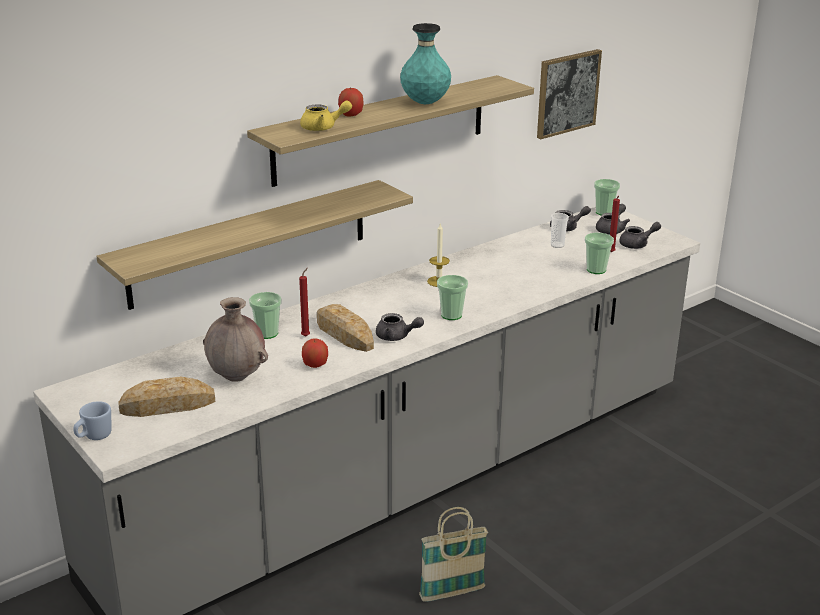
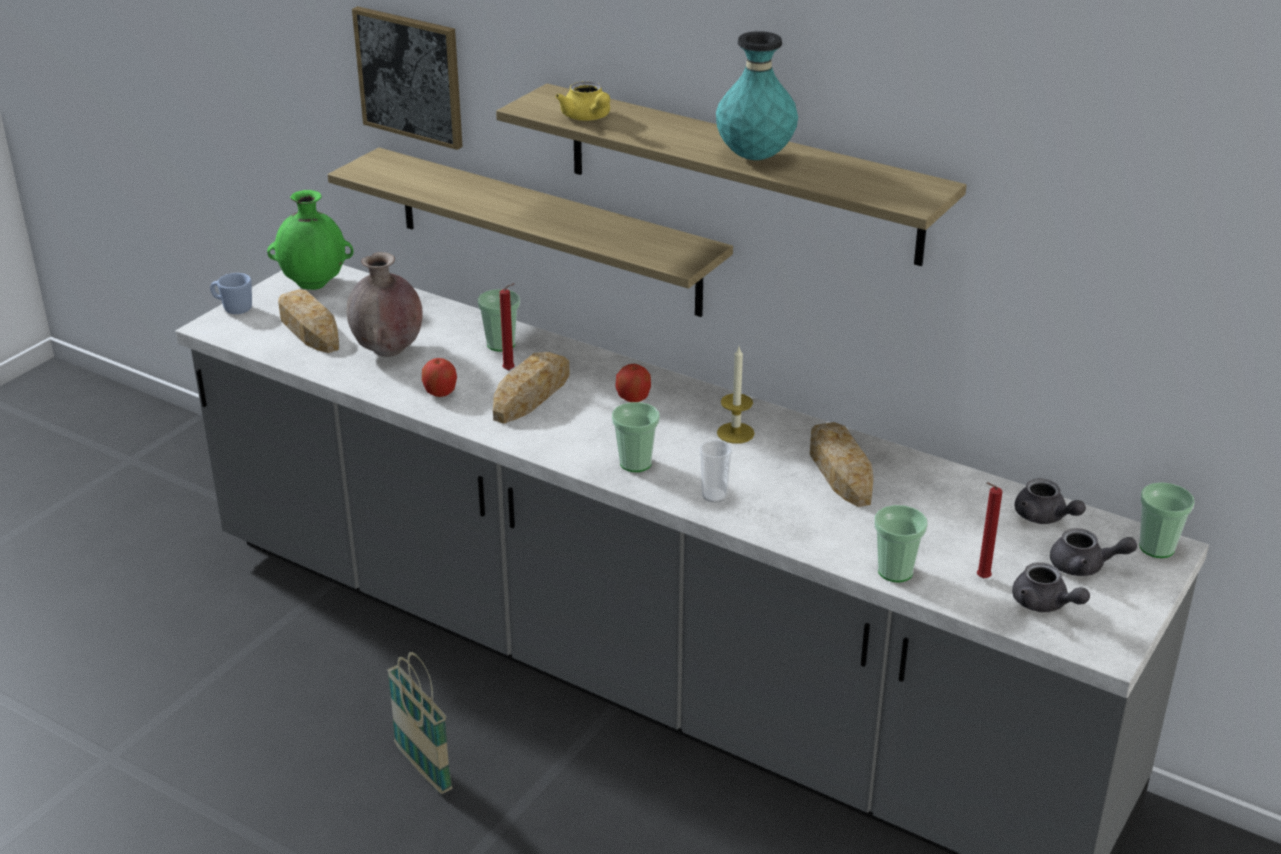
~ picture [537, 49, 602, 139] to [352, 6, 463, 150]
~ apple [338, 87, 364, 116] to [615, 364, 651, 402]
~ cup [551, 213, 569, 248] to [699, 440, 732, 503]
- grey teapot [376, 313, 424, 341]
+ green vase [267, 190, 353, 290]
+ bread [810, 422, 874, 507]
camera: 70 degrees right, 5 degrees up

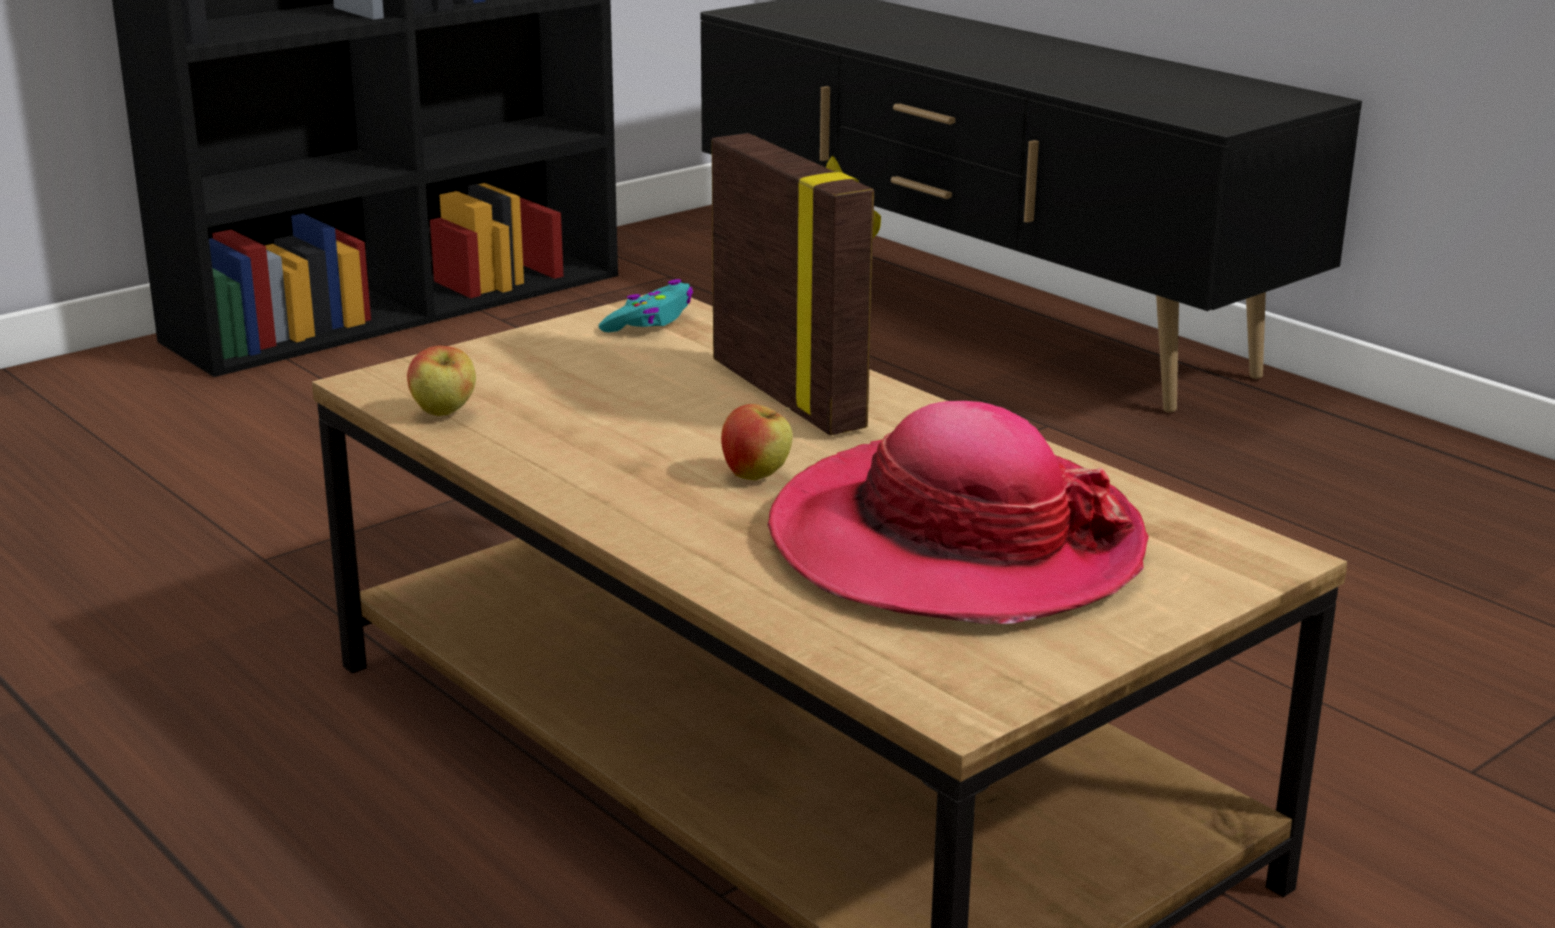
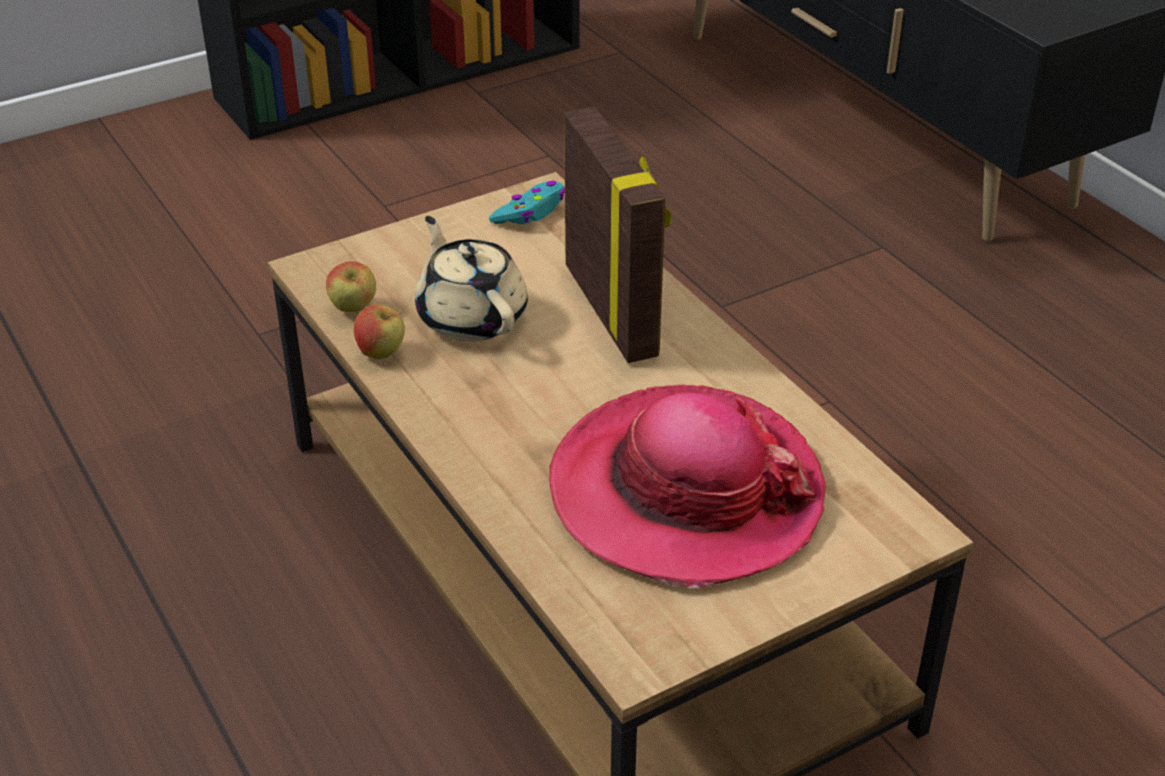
~ apple [721, 404, 793, 481] to [354, 304, 405, 359]
+ beige teapot [415, 216, 528, 342]
camera: 10 degrees right, 15 degrees up

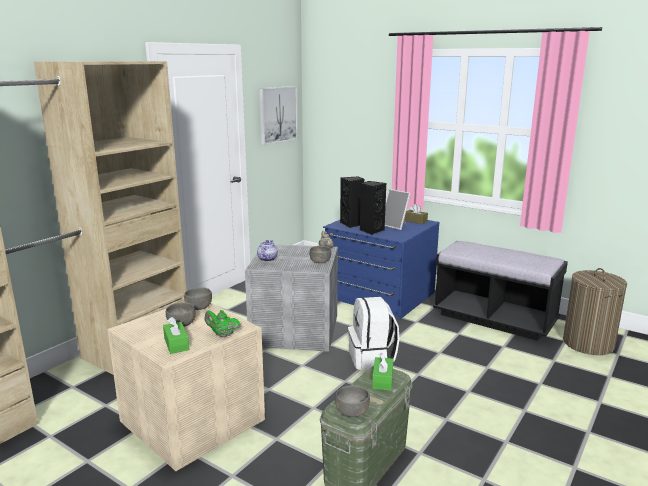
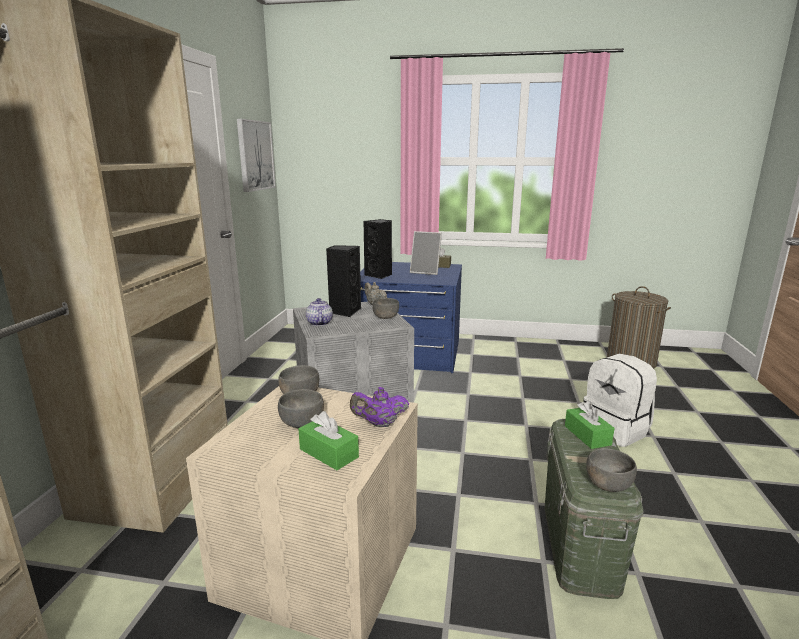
~ black speaker [360, 181, 386, 235] to [326, 245, 361, 317]
- black bench [433, 241, 568, 341]
~ white backpack [348, 297, 399, 370] to [583, 354, 657, 447]
~ green teapot [205, 310, 241, 337] to purple teapot [350, 387, 409, 427]
camera: 25 degrees left, 0 degrees up

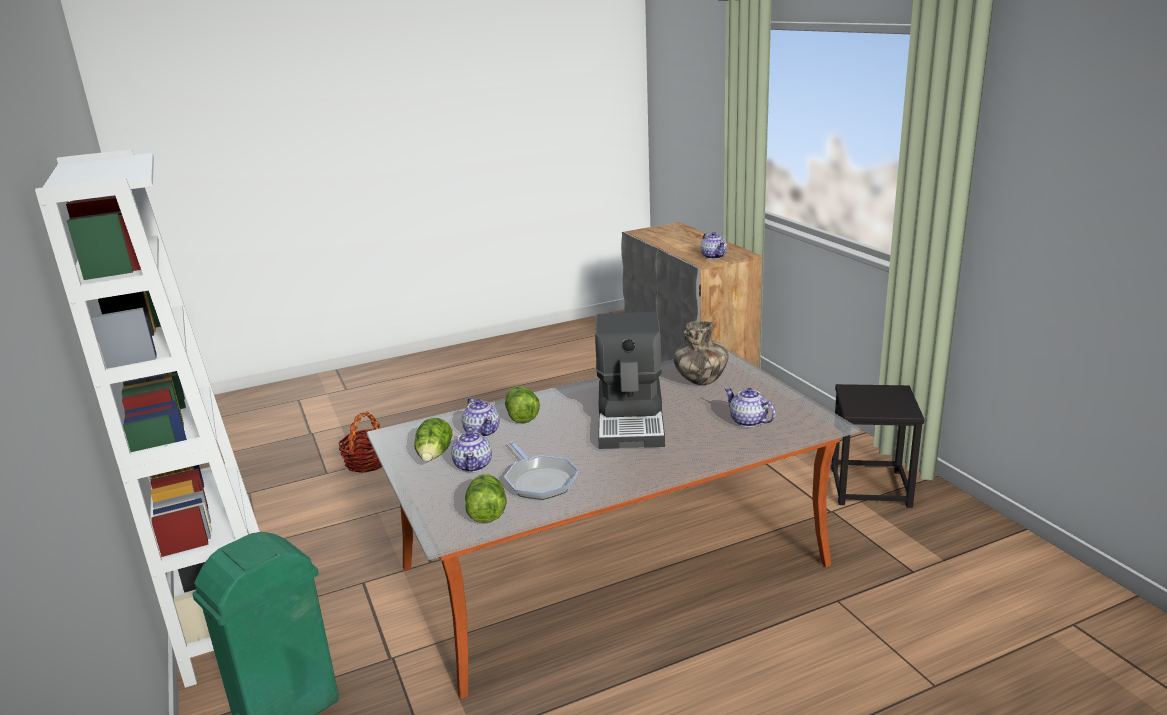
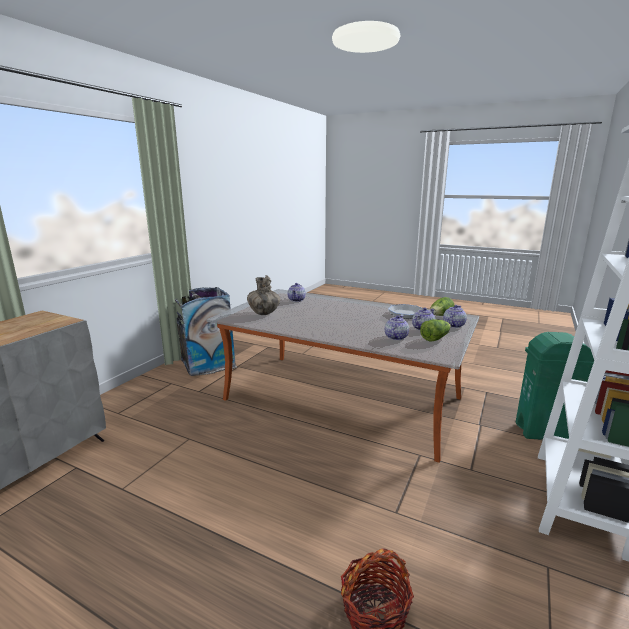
~ teapot [701, 232, 727, 259] to [443, 305, 467, 328]
- coffee machine [595, 312, 665, 449]
~ black stool [831, 384, 925, 508] to trash can [175, 287, 237, 376]
- lettuce [505, 386, 540, 423]
camera: 130 degrees left, 5 degrees down

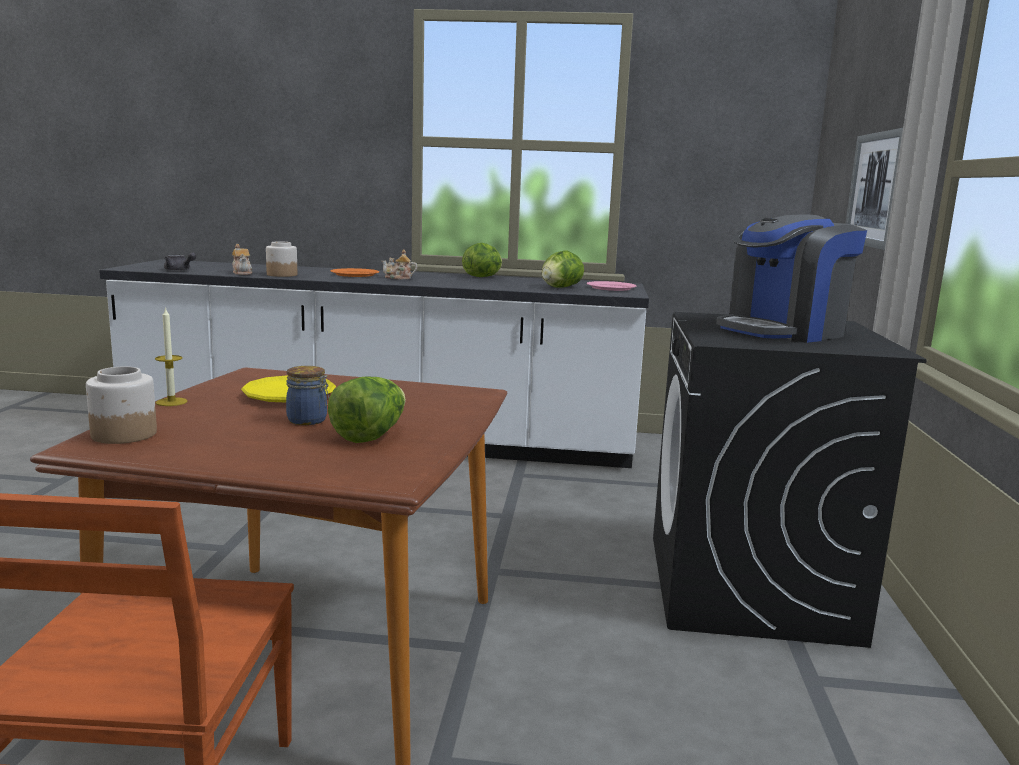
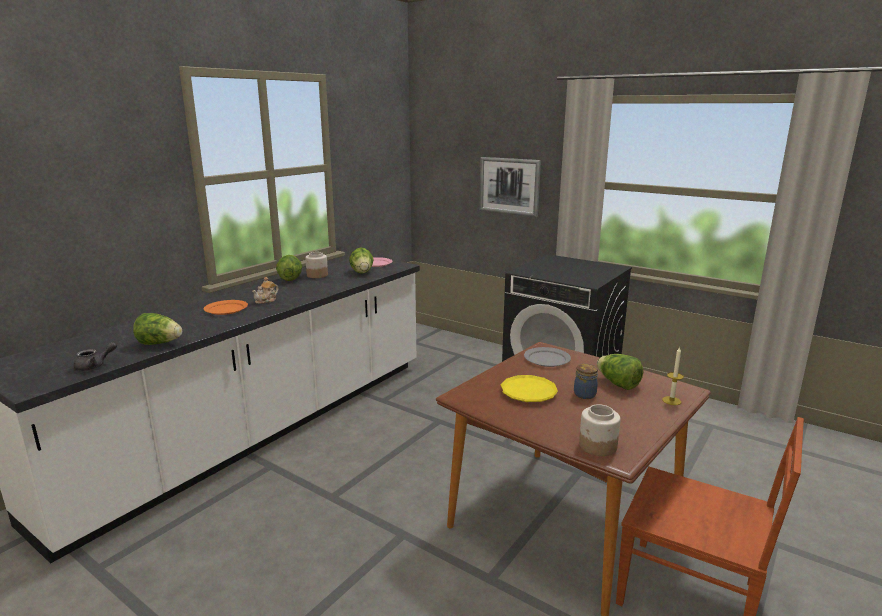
- coffee machine [716, 215, 867, 343]
~ jar [266, 242, 297, 277] to [305, 252, 328, 278]
~ teapot [232, 244, 253, 275] to lettuce [133, 313, 182, 345]
~ candle [155, 307, 188, 406] to [662, 347, 684, 405]
+ grey plate [524, 347, 571, 367]
camera: 60 degrees left, 5 degrees up

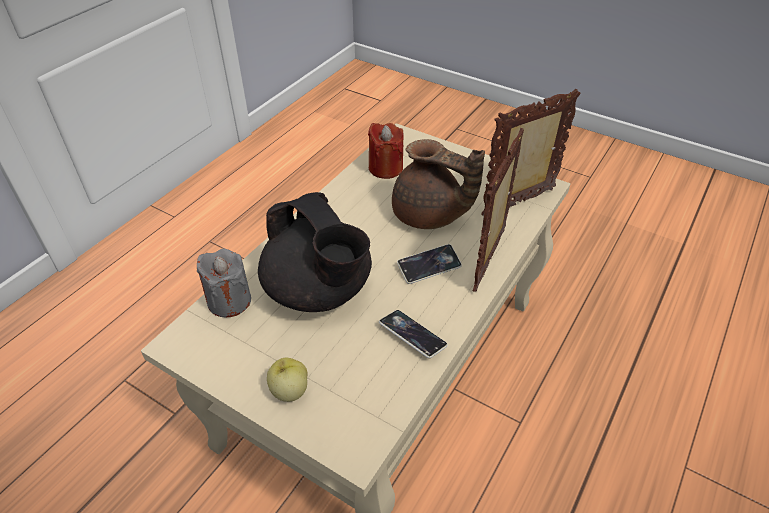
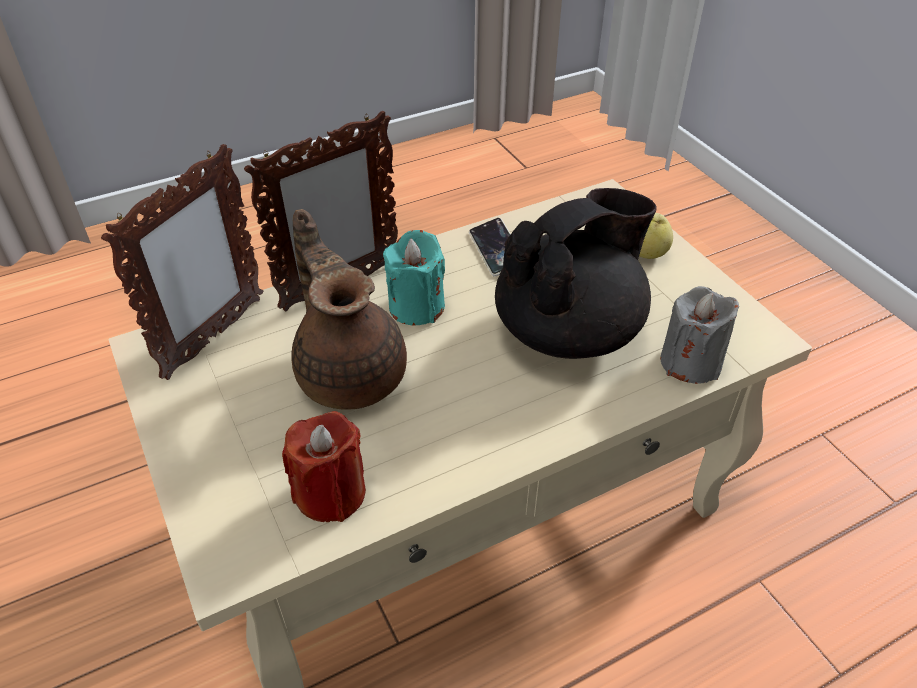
~ picture frame [481, 89, 581, 216] = [101, 144, 263, 380] 60 degrees counterclockwise
~ black teapot [258, 192, 372, 312] = [495, 188, 657, 359] 60 degrees clockwise
~ phone [397, 244, 462, 284] to turquoise candle [383, 230, 445, 325]
camera: 150 degrees left, 0 degrees up

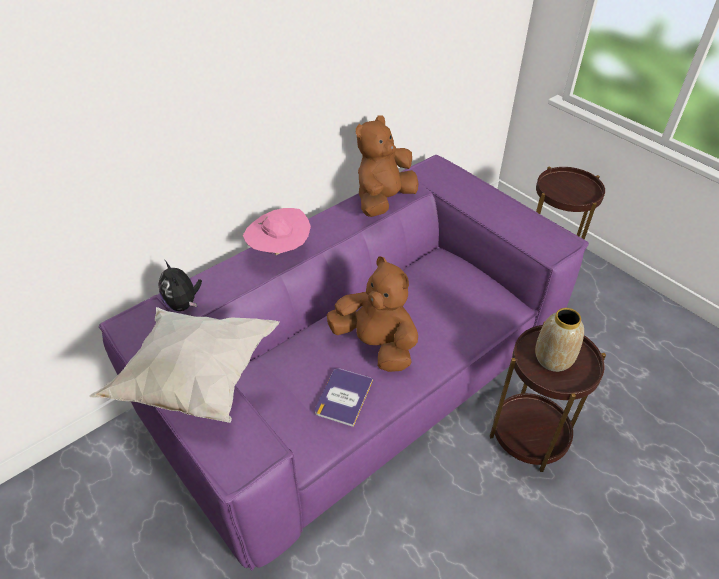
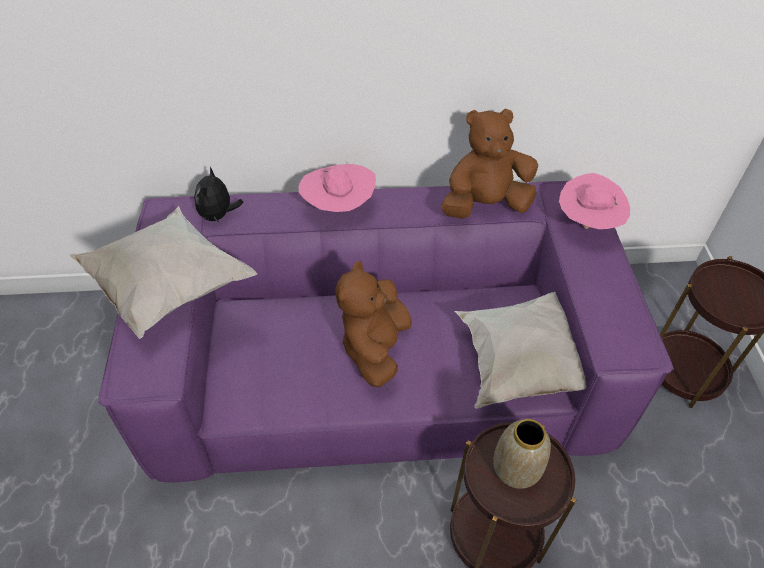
~ brown plush toy [327, 256, 418, 372] = [335, 261, 412, 387] 150 degrees counterclockwise
- book [315, 368, 373, 427]
+ pink hat [559, 173, 630, 229]
+ white pillow [455, 292, 587, 409]
camera: 35 degrees right, 5 degrees up

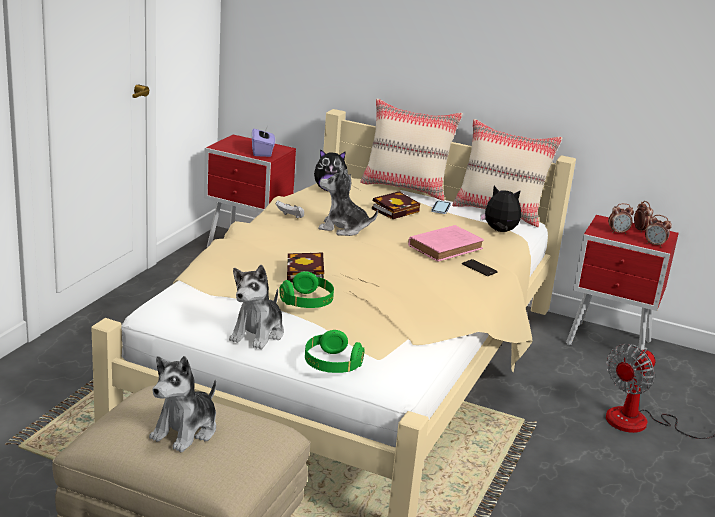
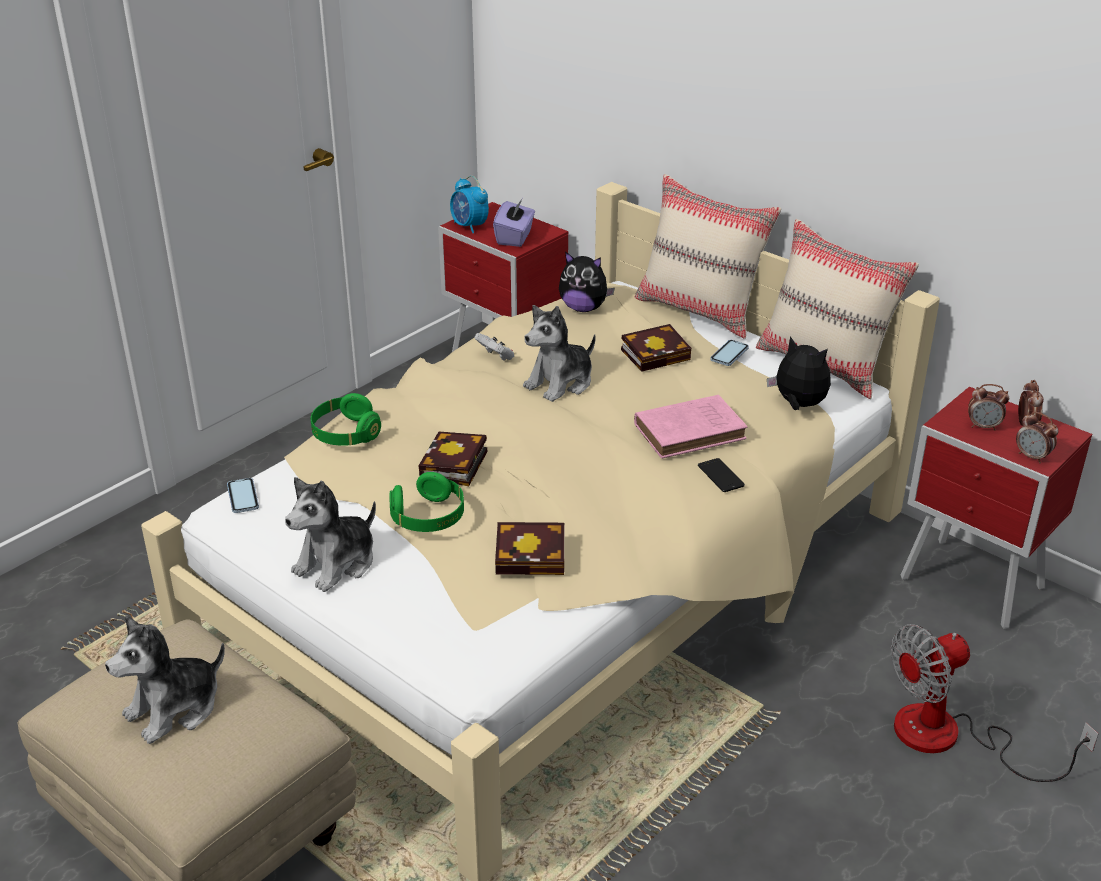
~ plush toy [318, 168, 378, 236] = [523, 305, 596, 402] 75 degrees counterclockwise
~ green headphones [305, 330, 365, 373] to [311, 393, 381, 446]
+ alarm clock [450, 176, 489, 233]
+ phone [227, 478, 259, 513]
+ book [495, 522, 564, 575]
camera: 20 degrees right, 10 degrees up

